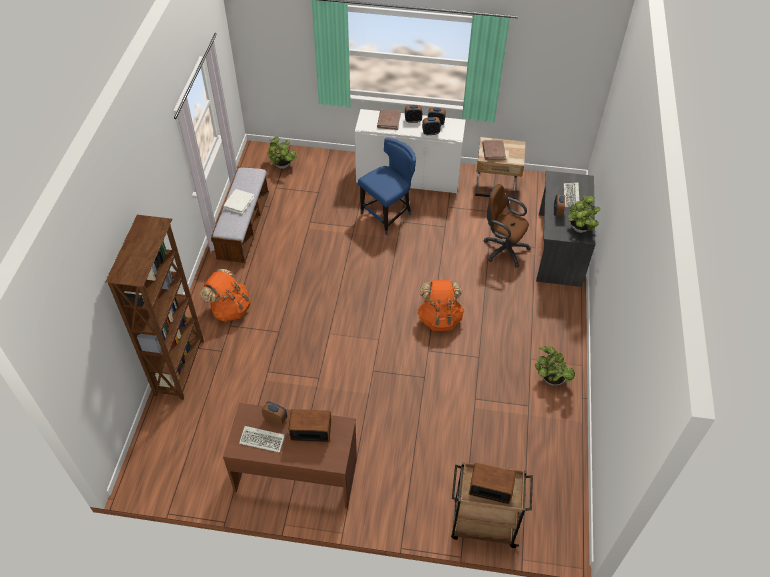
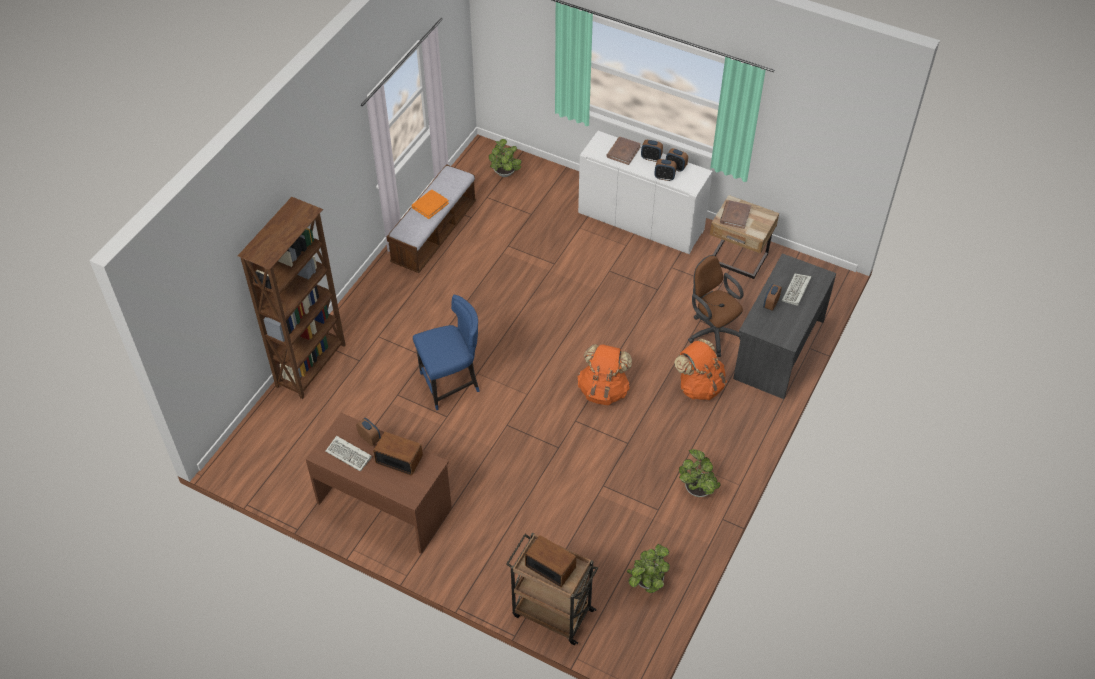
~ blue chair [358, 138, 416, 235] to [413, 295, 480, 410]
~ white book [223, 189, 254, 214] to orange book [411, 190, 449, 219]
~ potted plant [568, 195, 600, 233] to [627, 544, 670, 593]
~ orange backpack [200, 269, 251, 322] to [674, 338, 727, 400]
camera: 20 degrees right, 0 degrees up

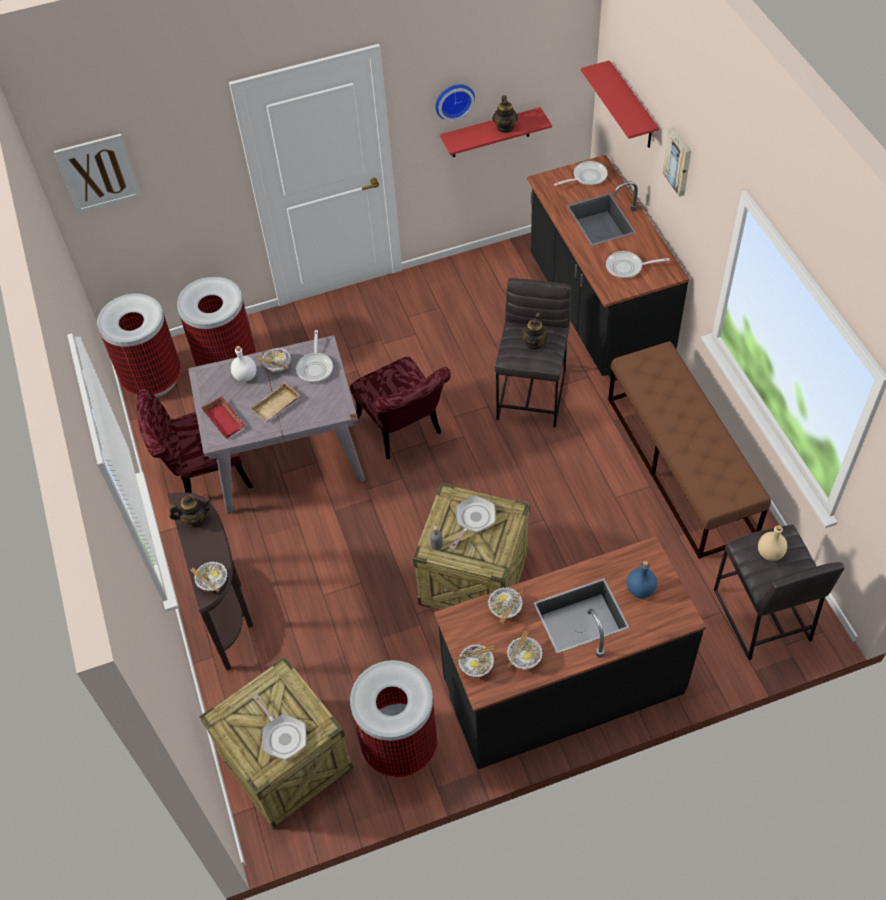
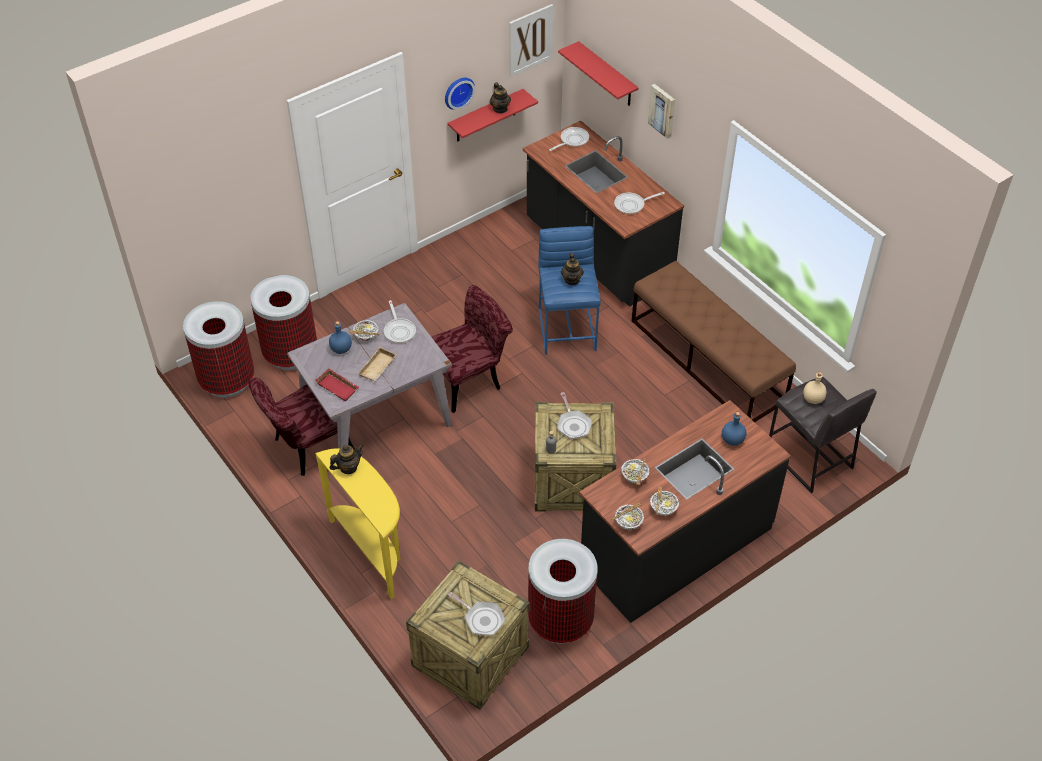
~ picture [54, 134, 141, 214] to [509, 4, 553, 77]
~ grey stool [495, 278, 571, 428] to blue stool [538, 226, 601, 355]
~ white bottle [231, 346, 256, 382] to blue bottle [329, 321, 352, 354]
~ red chair [350, 356, 451, 459] = [432, 285, 513, 413] 75 degrees counterclockwise
~ brown console table [168, 492, 253, 670] to yellow console table [315, 448, 400, 599]
~ frying pan [450, 495, 496, 550] = [557, 392, 592, 440] 150 degrees clockwise
- bowl [190, 562, 227, 593]
camera: 20 degrees left, 5 degrees down

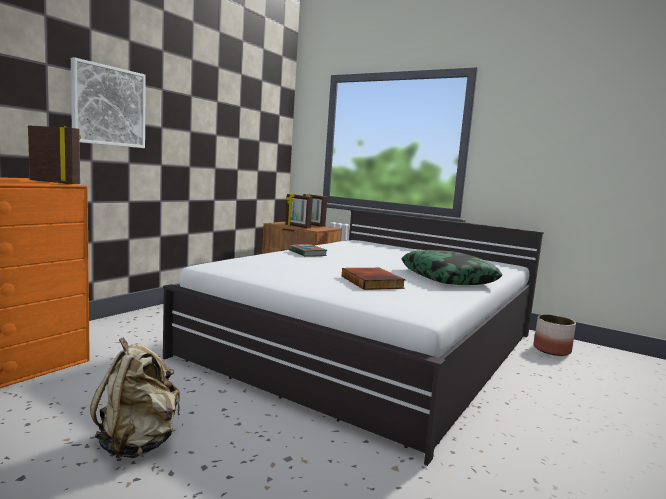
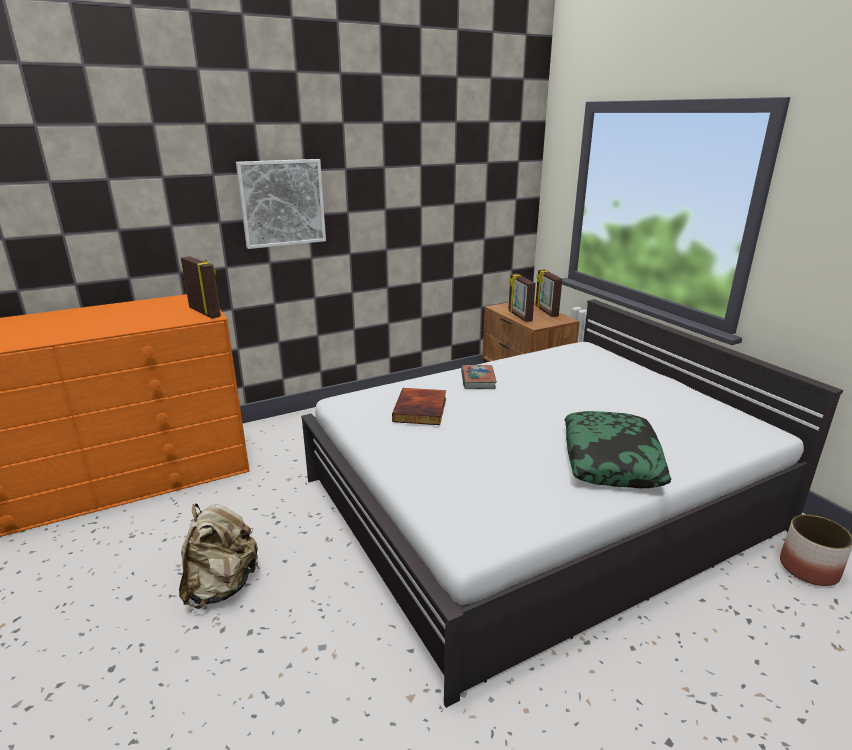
~ book [342, 268, 405, 290] to [392, 388, 446, 425]
camera: 30 degrees right, 15 degrees up

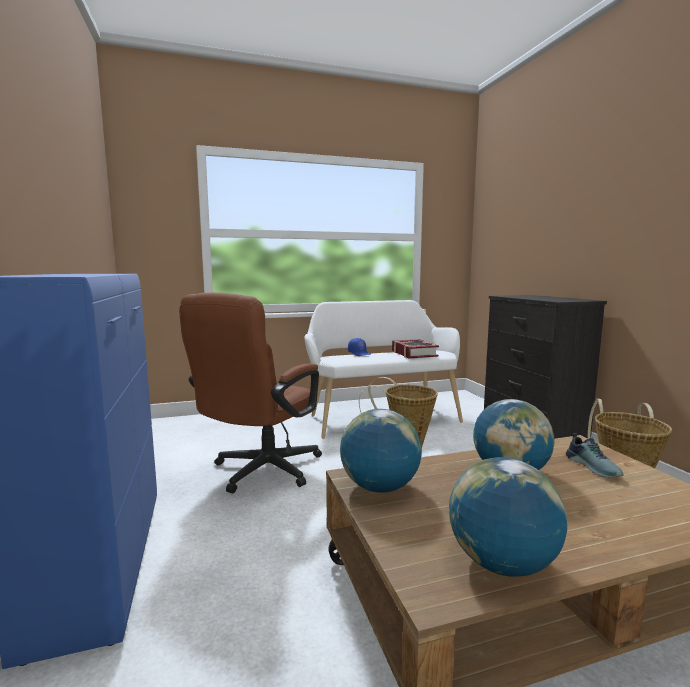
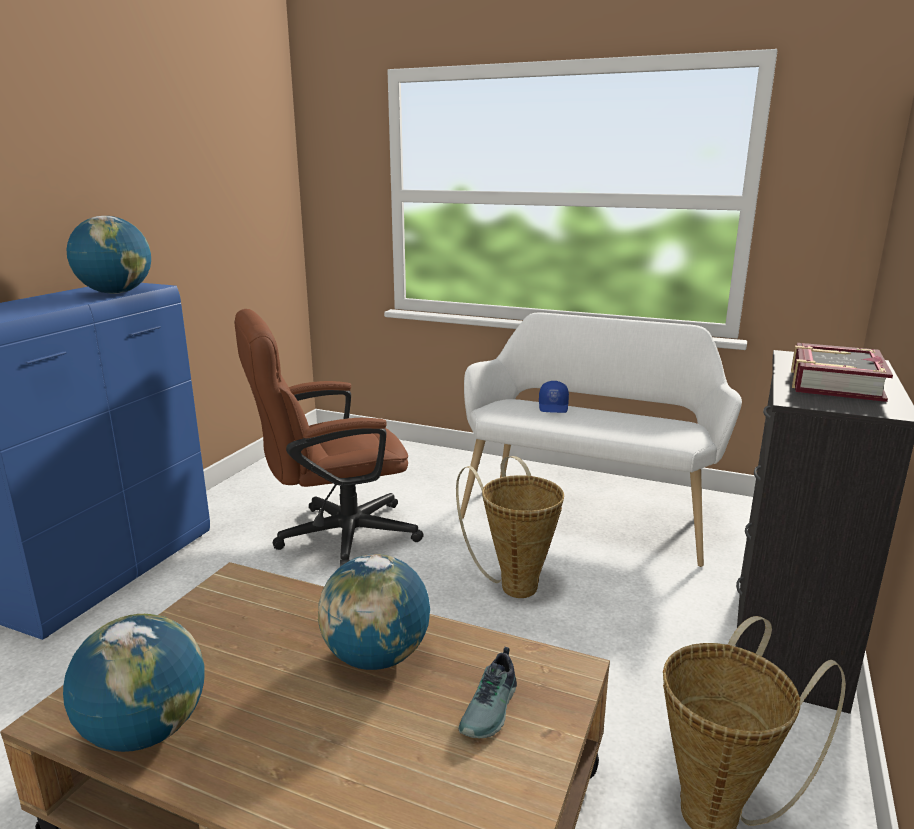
~ book [392, 339, 439, 358] to [791, 343, 893, 402]
~ globe [340, 409, 422, 493] to [67, 216, 151, 294]
camera: 40 degrees right, 10 degrees up

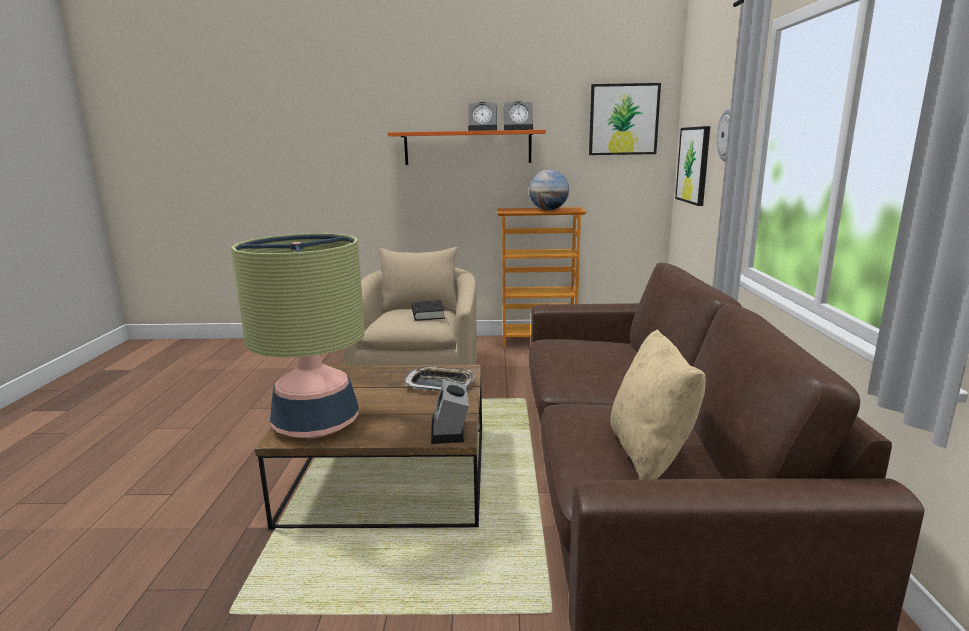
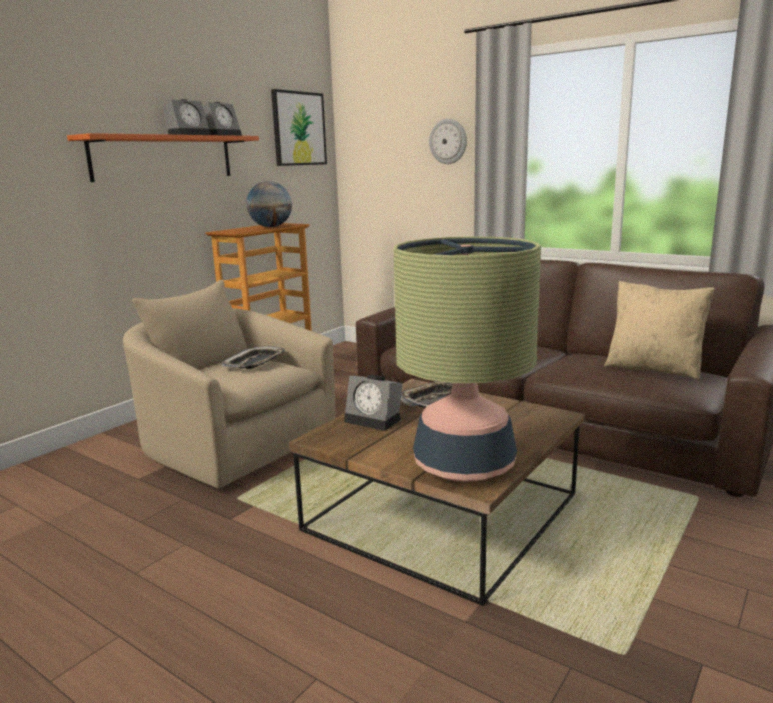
- picture [675, 126, 710, 206]
~ black book [411, 300, 445, 321] to tray [222, 346, 285, 369]
~ alarm clock [431, 379, 469, 444] to [344, 375, 403, 431]
camera: 55 degrees left, 0 degrees up

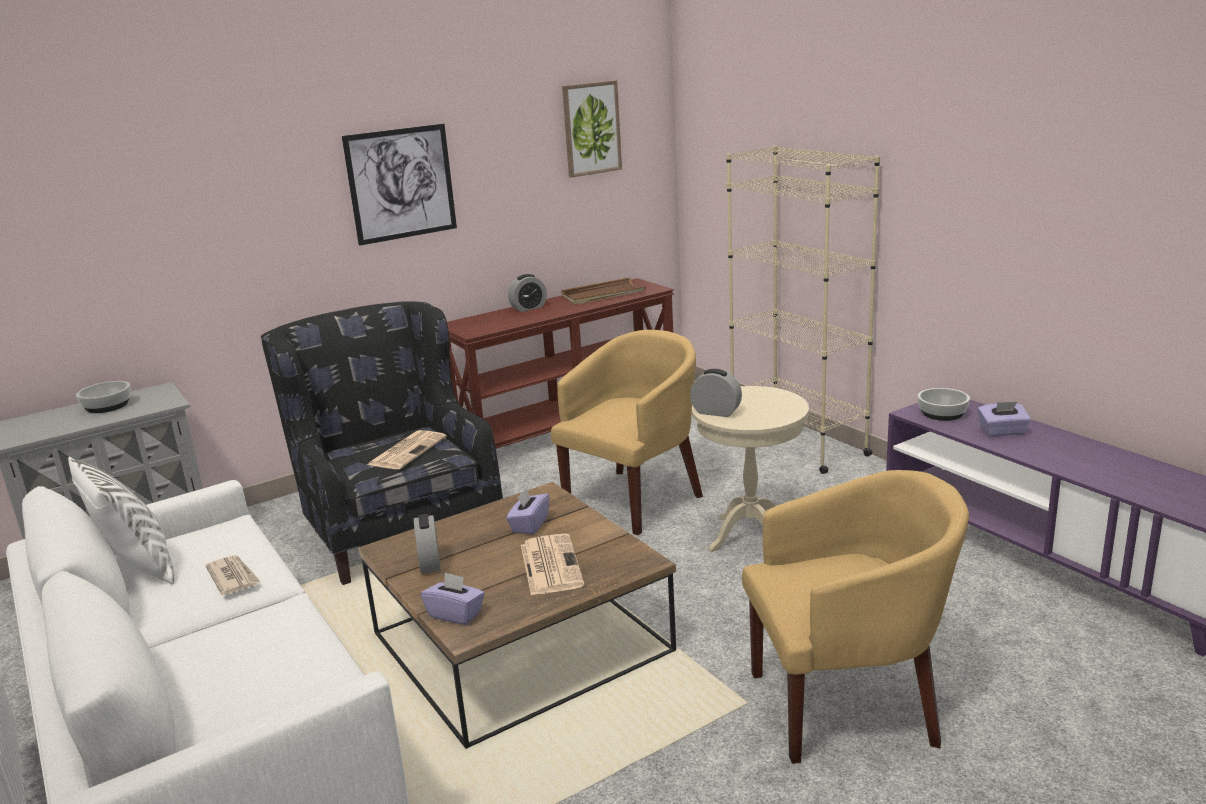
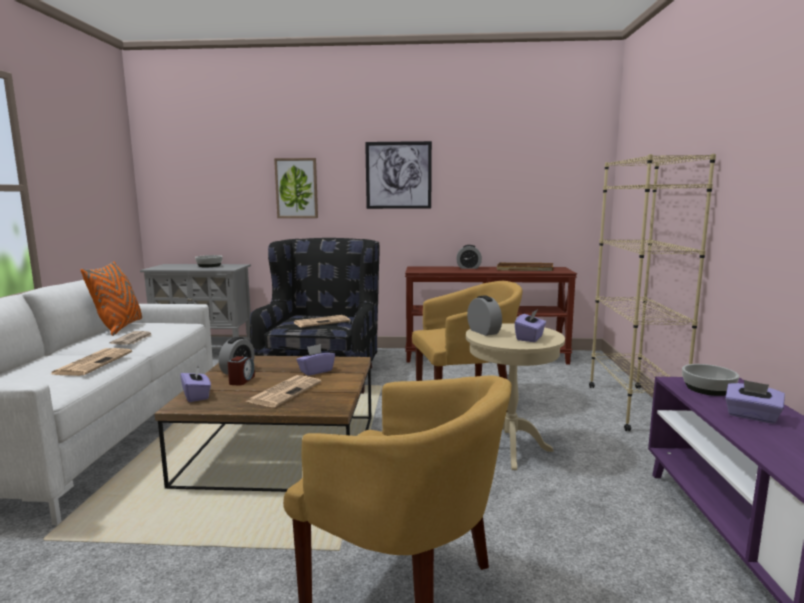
~ picture [562, 80, 622, 178] to [274, 158, 318, 218]
~ white pillow [68, 456, 174, 584] to orange pillow [81, 261, 142, 336]
+ purple tissue box [515, 309, 546, 342]
+ newspaper [51, 348, 132, 376]
+ alarm clock [228, 356, 255, 386]
camera: 35 degrees right, 10 degrees down

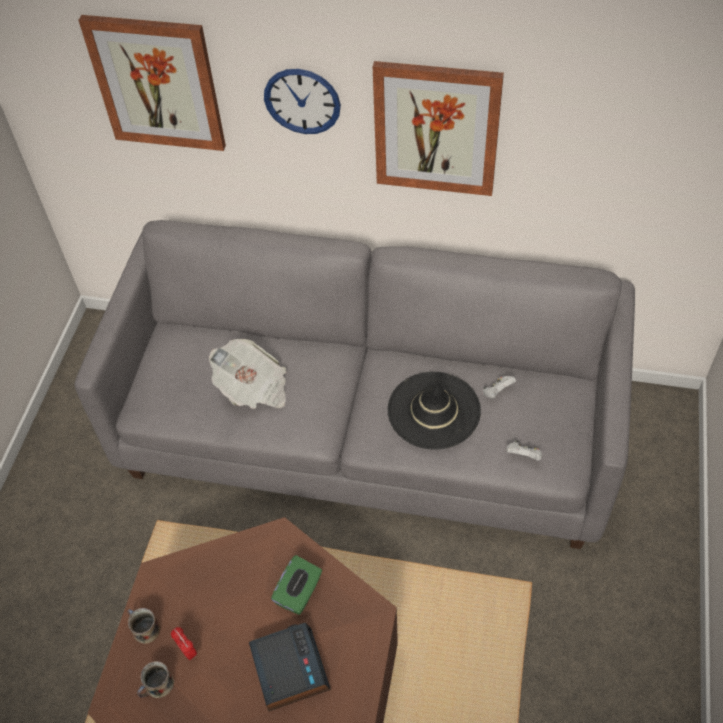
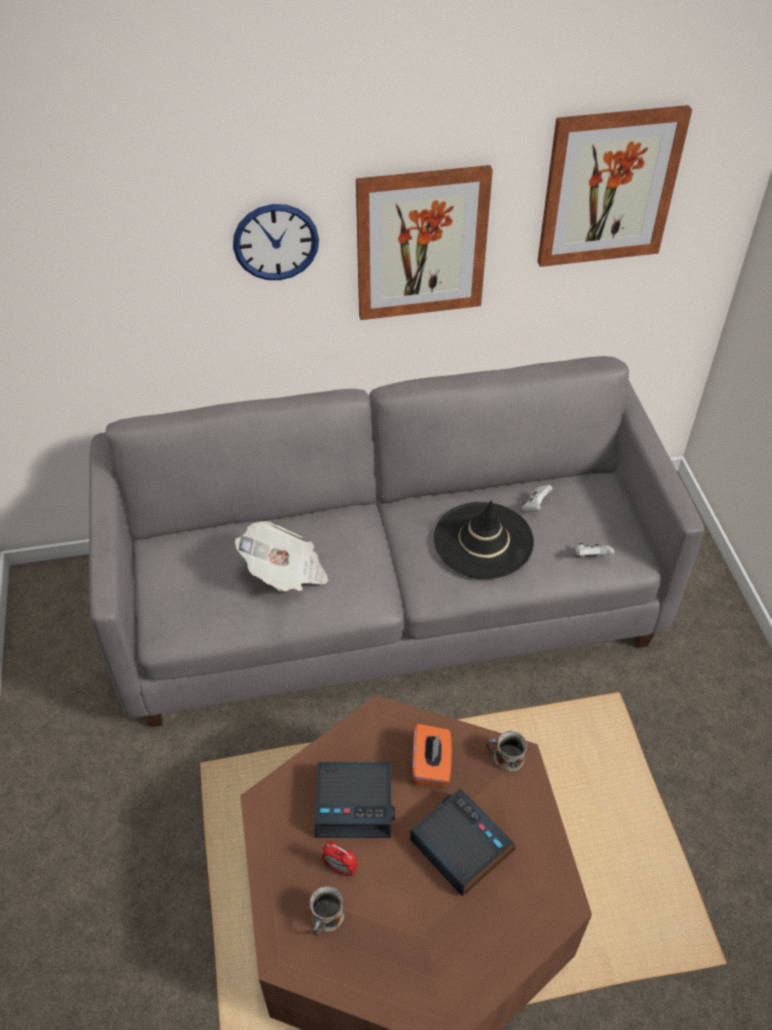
~ picture [78, 15, 226, 151] to [537, 105, 692, 267]
~ green tissue box [271, 555, 322, 615] to orange tissue box [412, 724, 452, 787]
~ mug [127, 608, 160, 644] to [486, 731, 527, 772]
+ alarm clock [315, 762, 395, 838]
camera: 25 degrees left, 5 degrees down

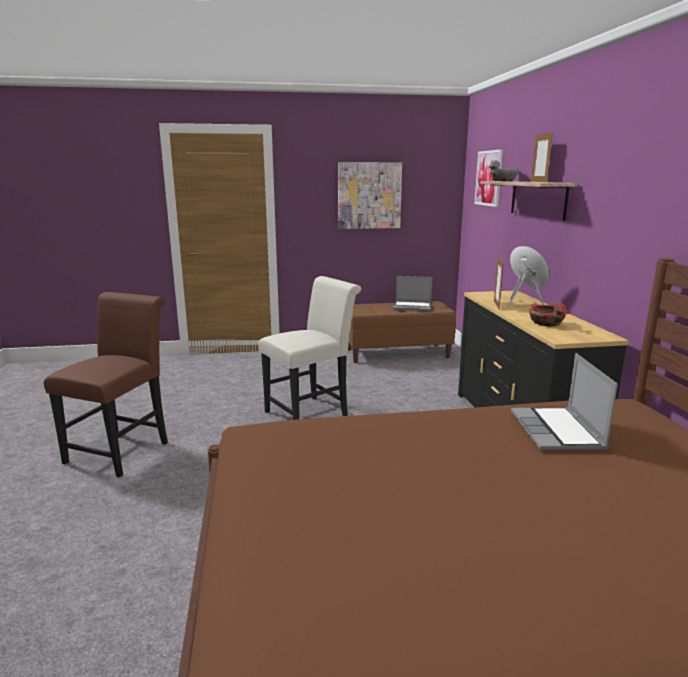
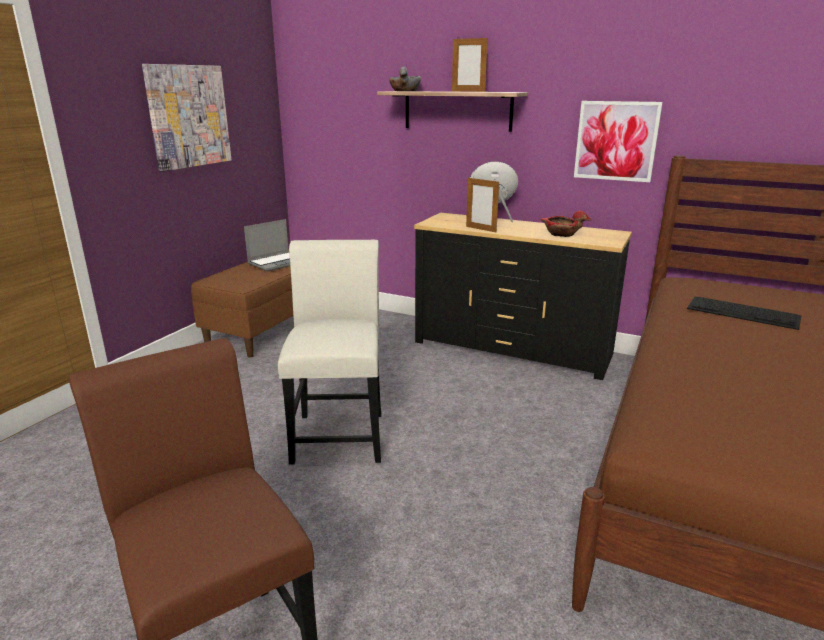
~ picture [475, 149, 503, 207] to [574, 101, 663, 182]
~ laptop [511, 353, 618, 451] to keyboard [687, 297, 802, 330]
camera: 55 degrees left, 5 degrees up

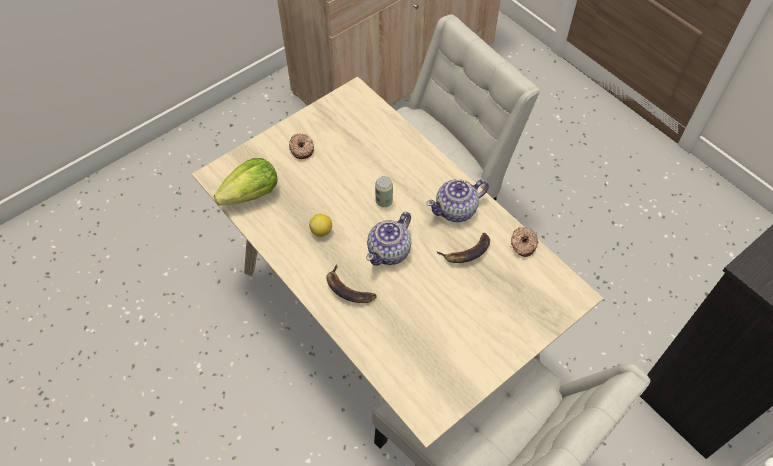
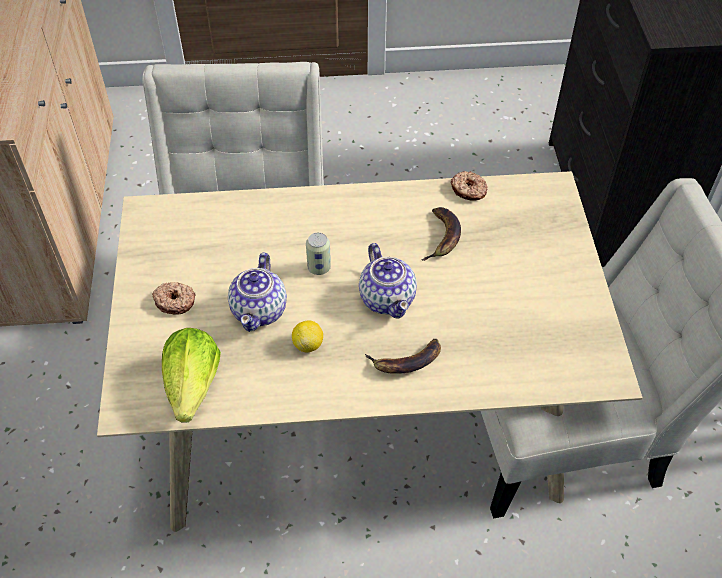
~ teapot [426, 179, 489, 222] to [228, 253, 287, 332]
camera: 55 degrees left, 5 degrees down

